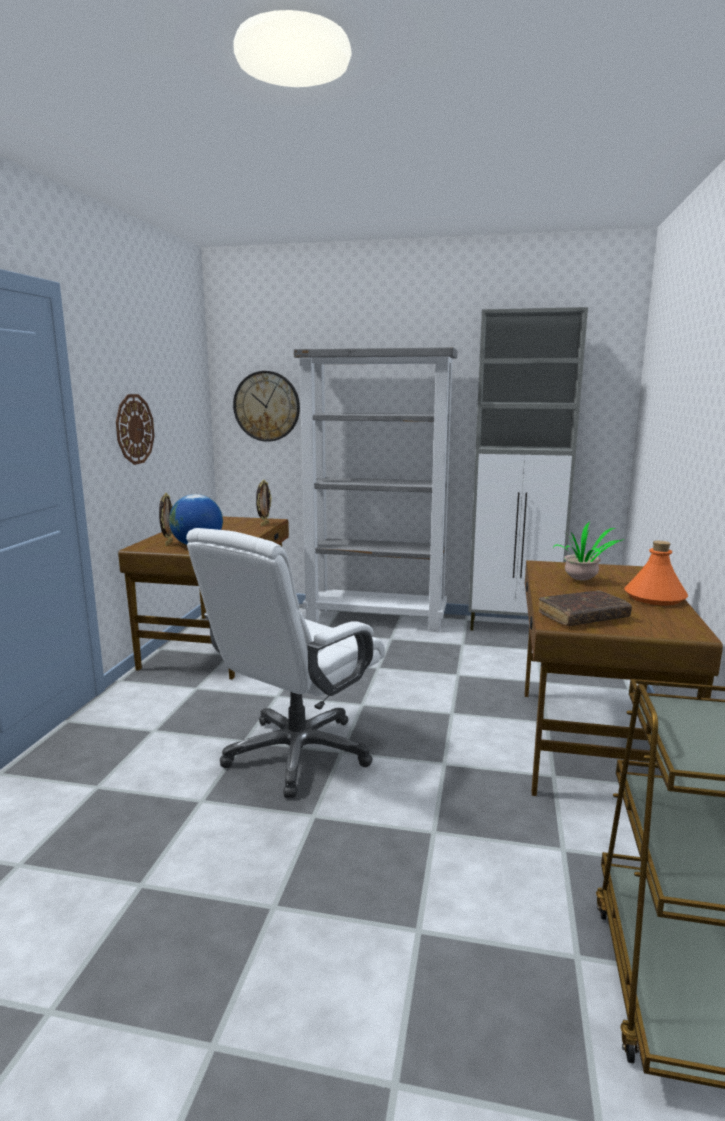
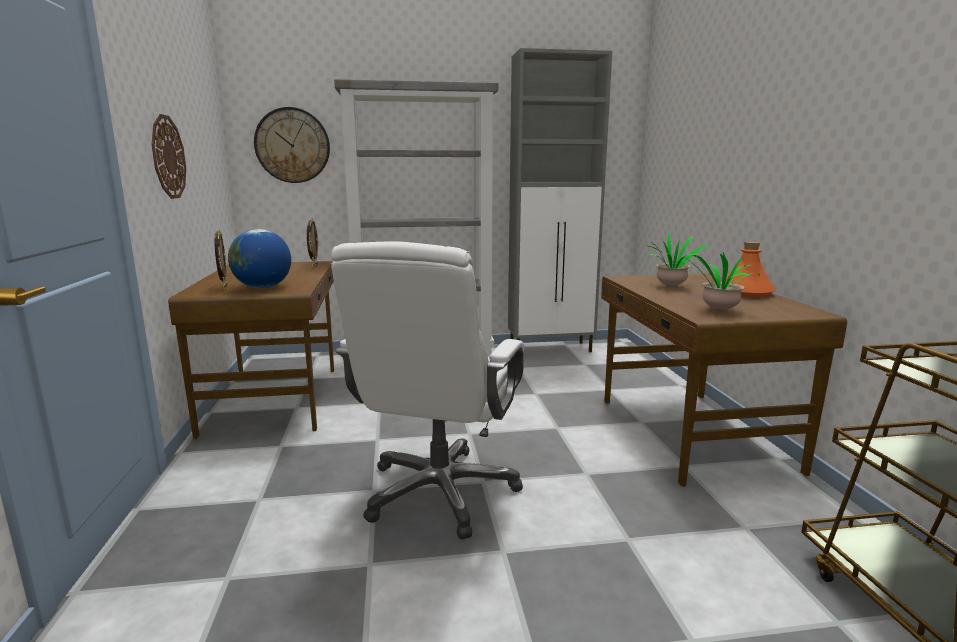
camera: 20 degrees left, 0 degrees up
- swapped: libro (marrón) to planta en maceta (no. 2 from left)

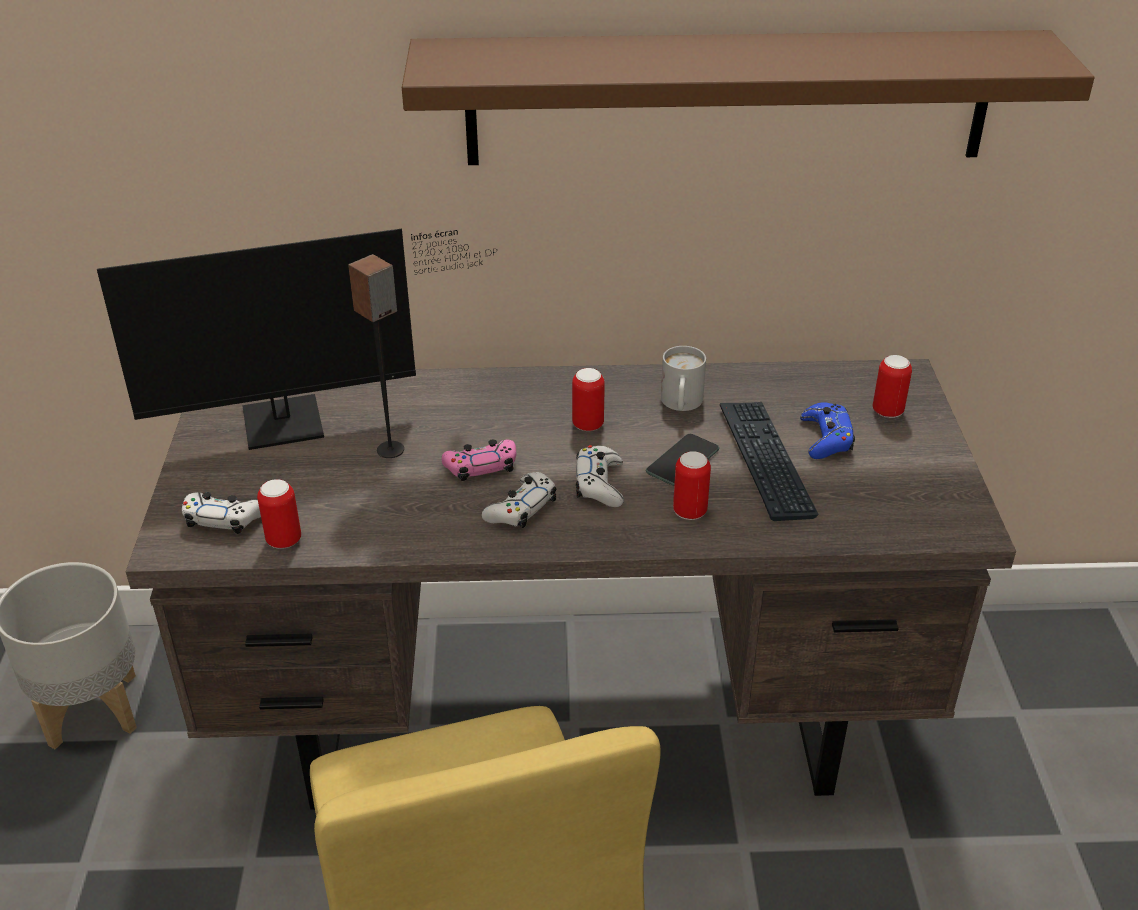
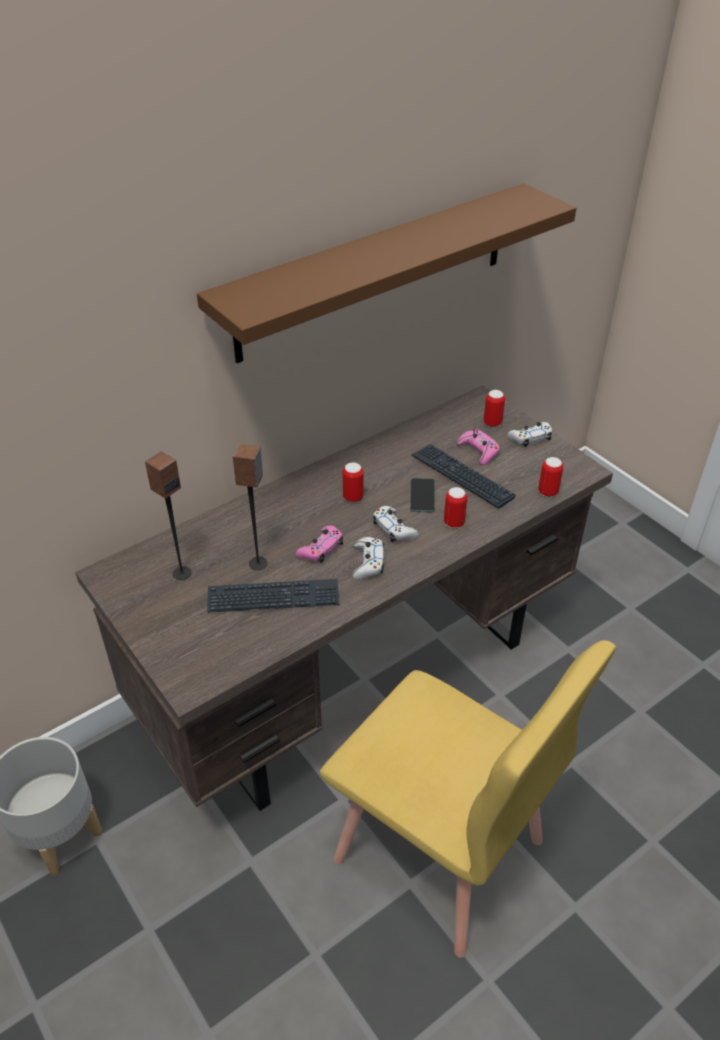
camera: 35 degrees left, 5 degrees up
- swapped: monitor to altavoz (no. 1 from left)
- gone: taza grande (blanco)
- repainted: mando de consola (azul) to mando de consola (rosa) (no. 2 from left)
- shifted: lata (no. 1 from left in the first image) to lata (no. 4 from left)
- shifted: mando de consola (blanco) (no. 1 from left in the first image) to mando de consola (blanco) (no. 3 from left)
- new: teclado (no. 1 from left)

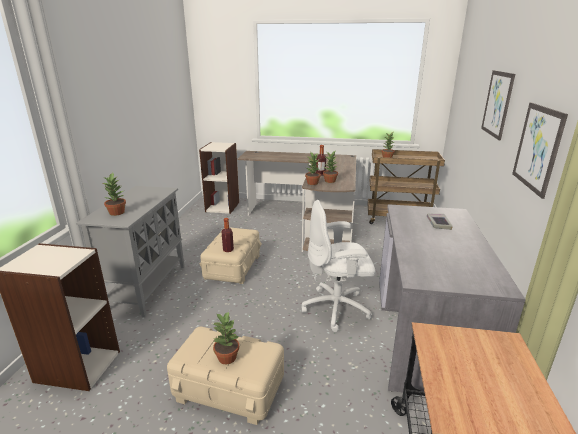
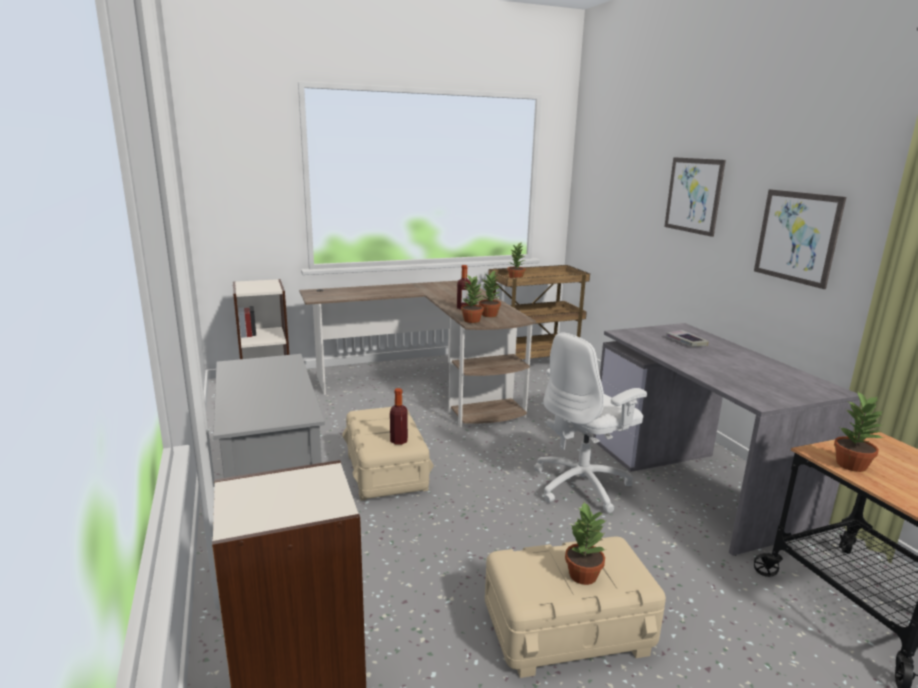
camera: 30 degrees left, 5 degrees down
- shifted: planta en maceta (no. 1 from left in the first image) to planta en maceta (no. 5 from left)

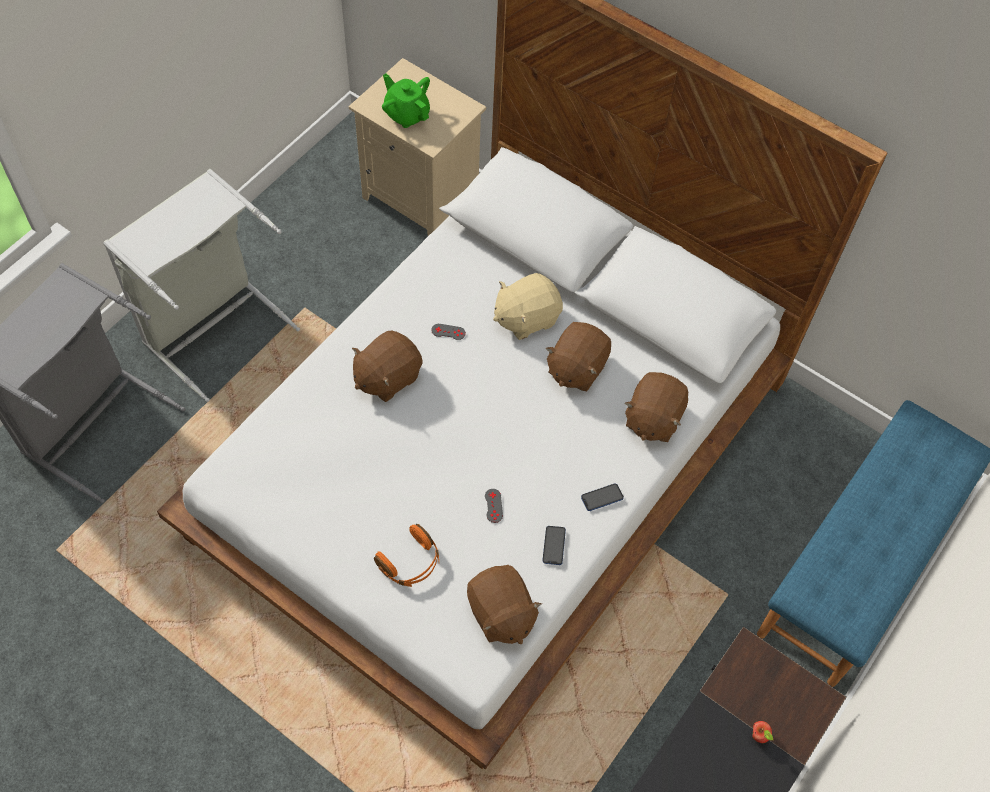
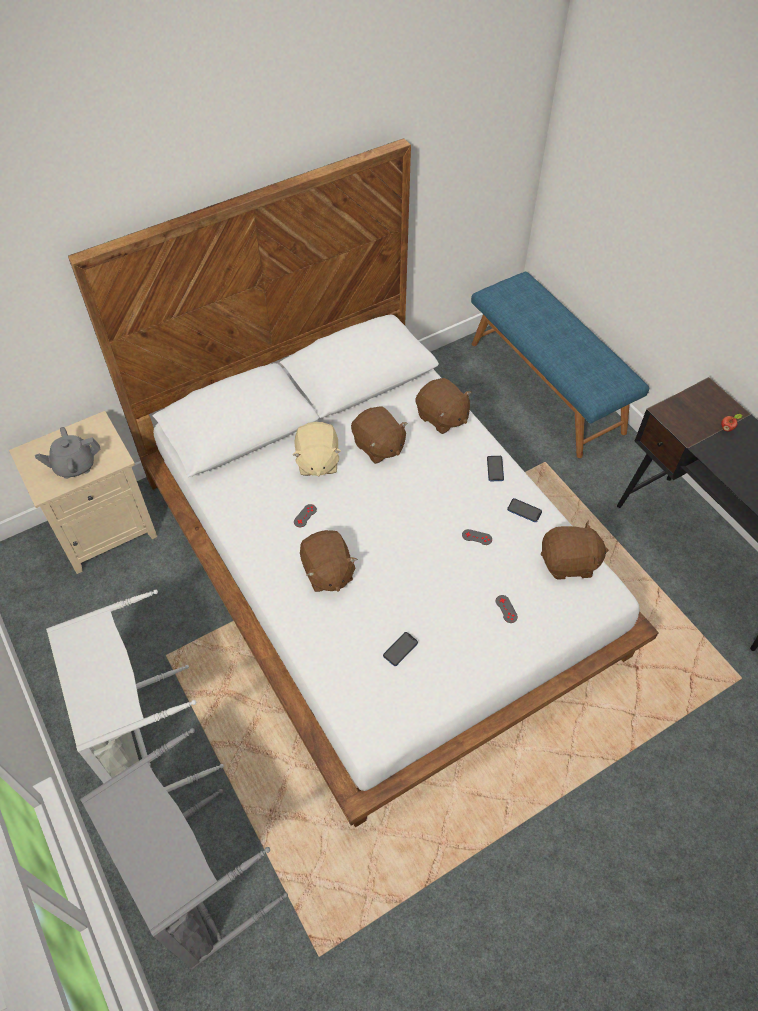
camera: 65 degrees left, 5 degrees down
- repainted: tetera (verde) to tetera (gris)
- swapped: auriculares (naranja) to mando de consola (gris) (no. 3 from left)
- new: móvil (no. 1 from left)

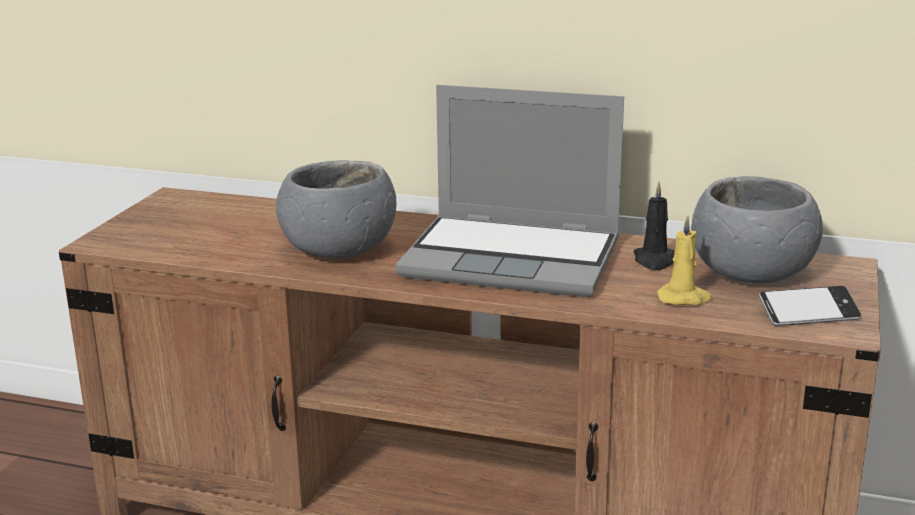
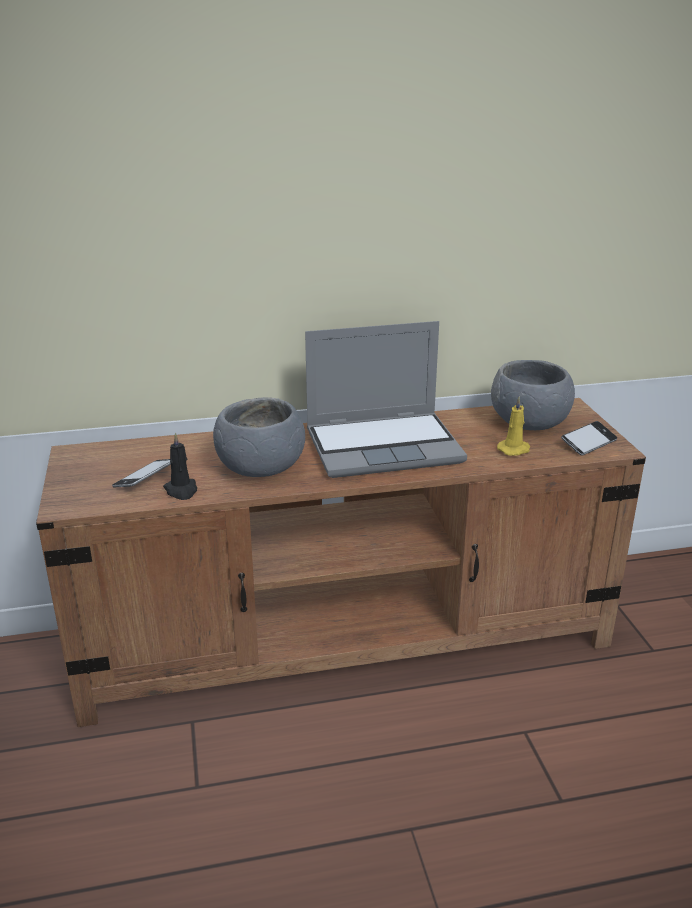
camera: 30 degrees left, 5 degrees up
- shifted: vela (negro)
- new: móvil (no. 1 from left)

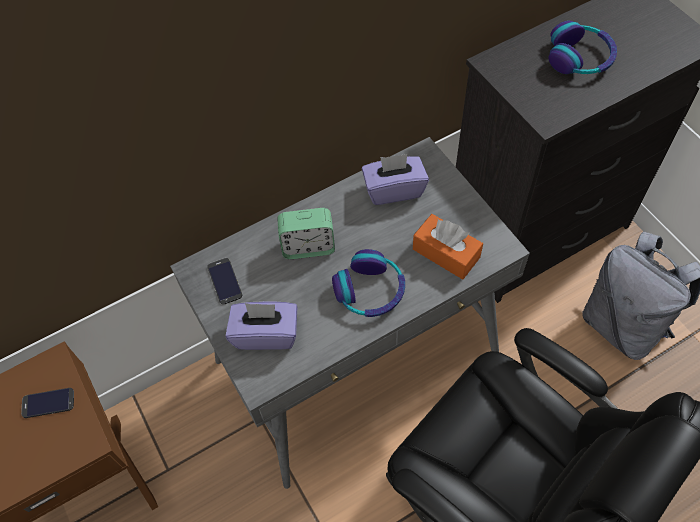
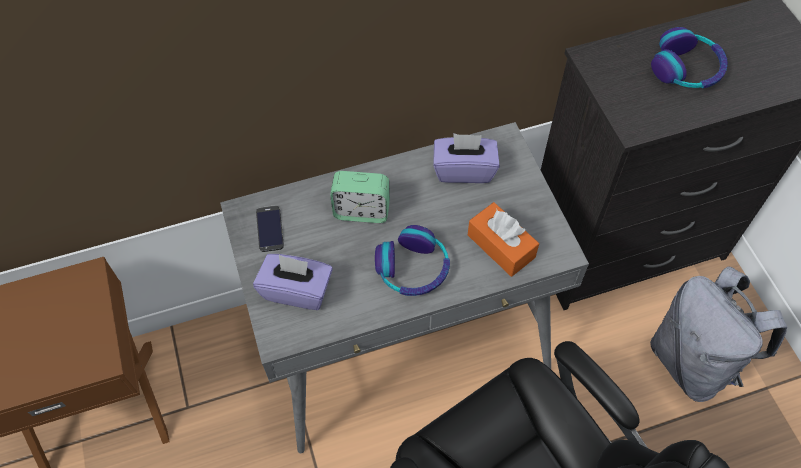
camera: 10 degrees right, 0 degrees up
- gone: móvil (no. 1 from left)

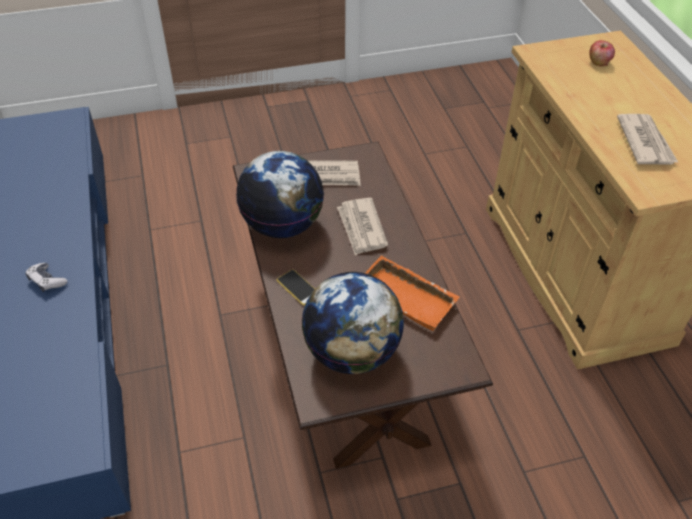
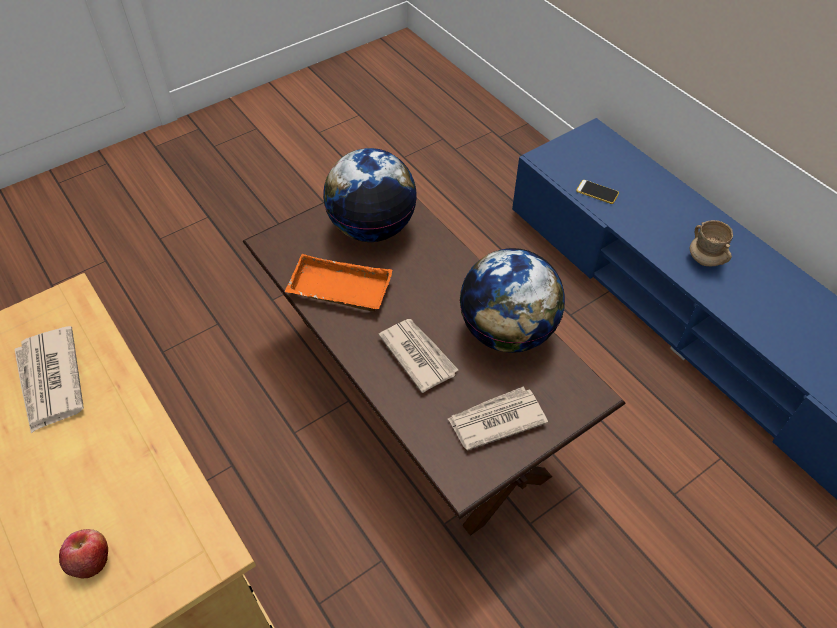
camera: 160 degrees right, 5 degrees up
- swapped: mando de consola to taza grande (beis)
- shifted: móvil

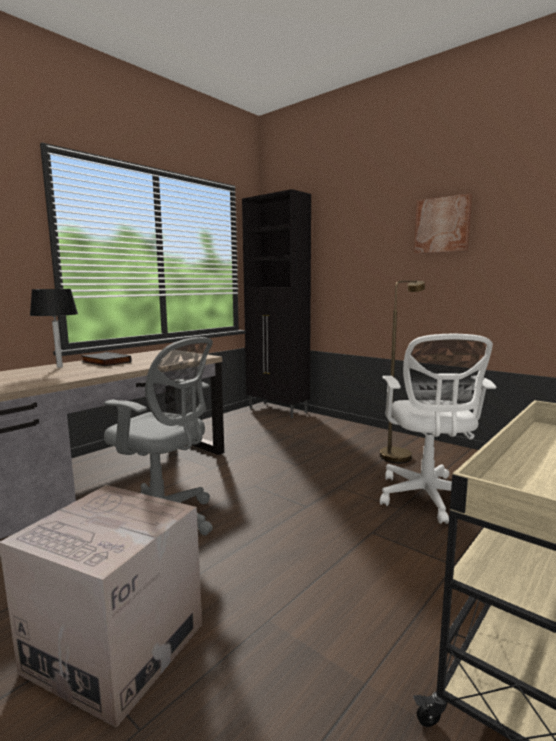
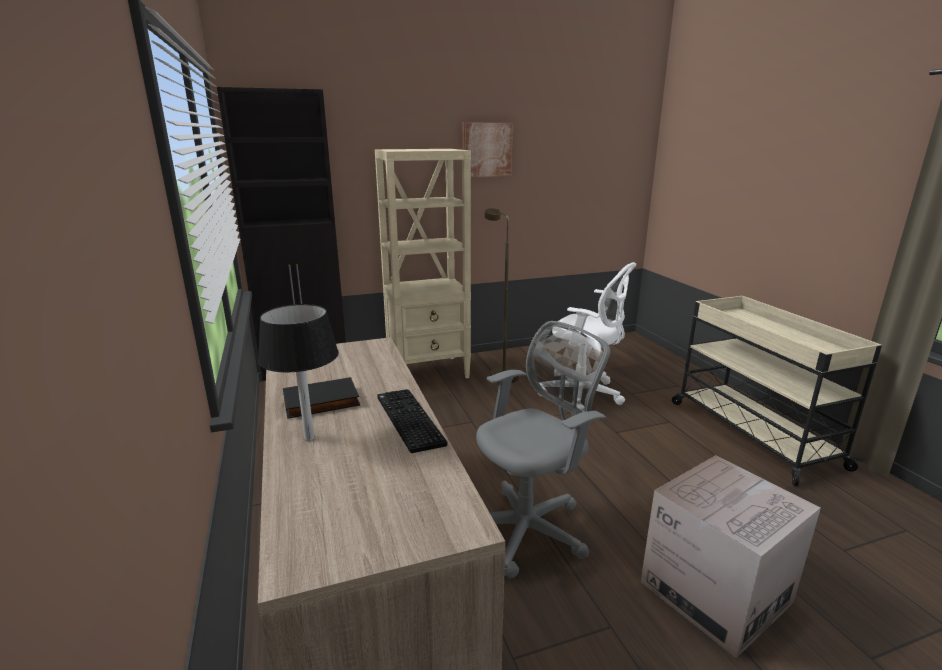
camera: 60 degrees left, 10 degrees up
- new: estantería (beis)
- new: teclado

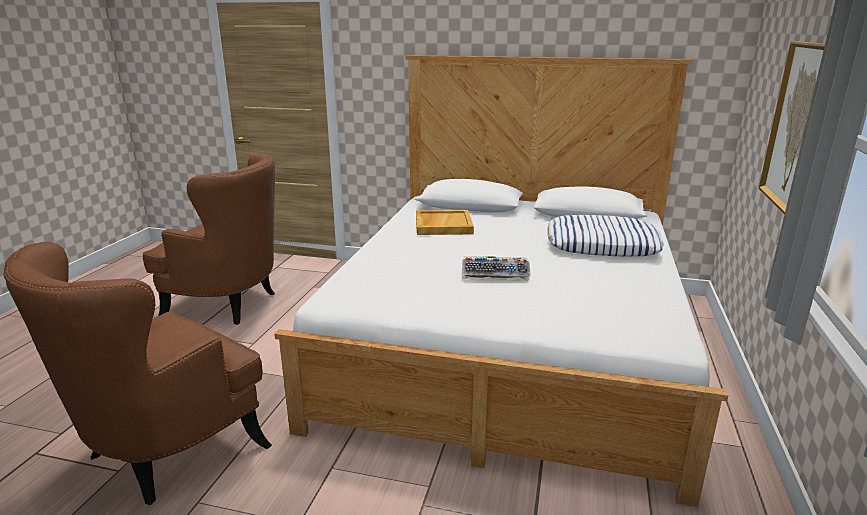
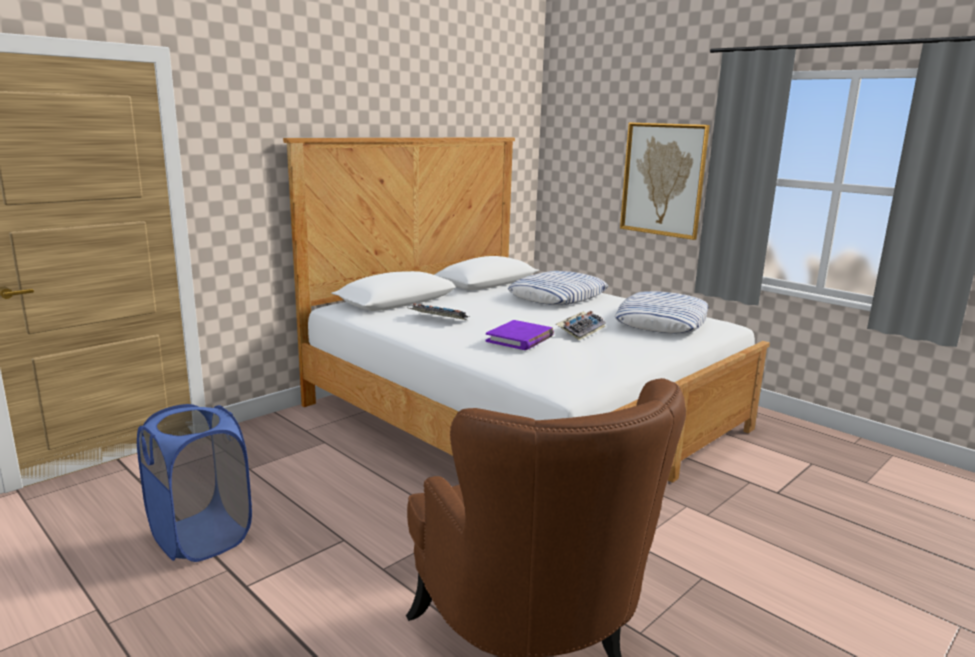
camera: 60 degrees left, 5 degrees down
- swapped: sillón (marrón) (no. 2 from left) to cesto de la ropa (azul)
- swapped: bandeja (beis) to teclado (no. 1 from left)
- new: cojín (no. 2 from left)
- new: libro (morado)

